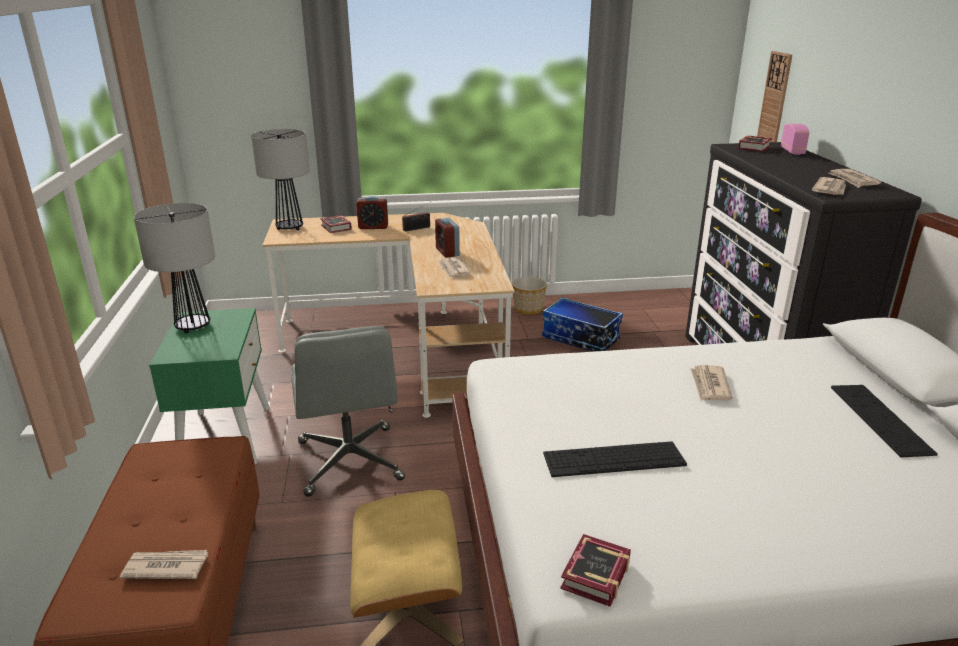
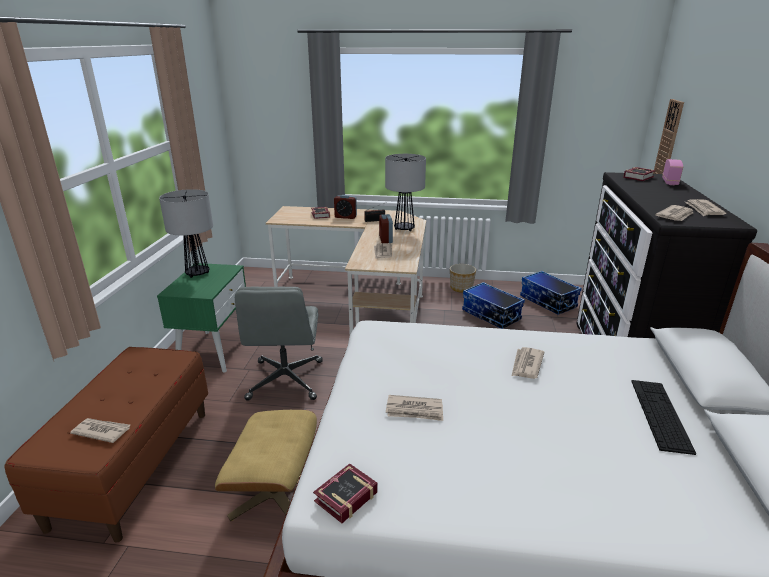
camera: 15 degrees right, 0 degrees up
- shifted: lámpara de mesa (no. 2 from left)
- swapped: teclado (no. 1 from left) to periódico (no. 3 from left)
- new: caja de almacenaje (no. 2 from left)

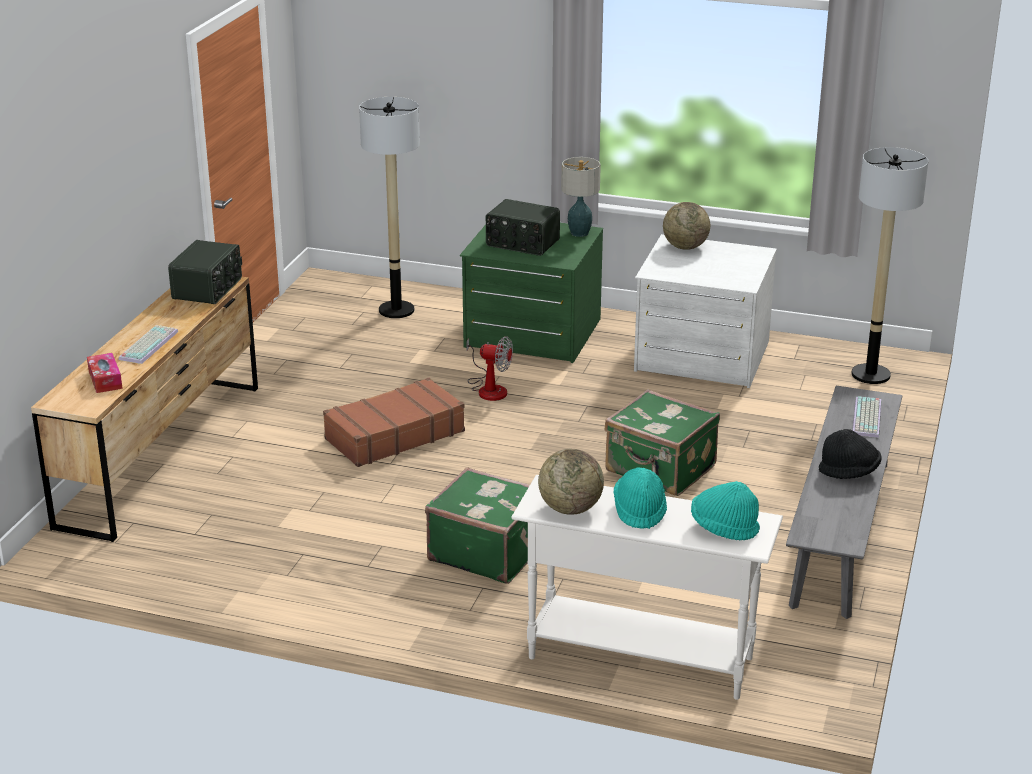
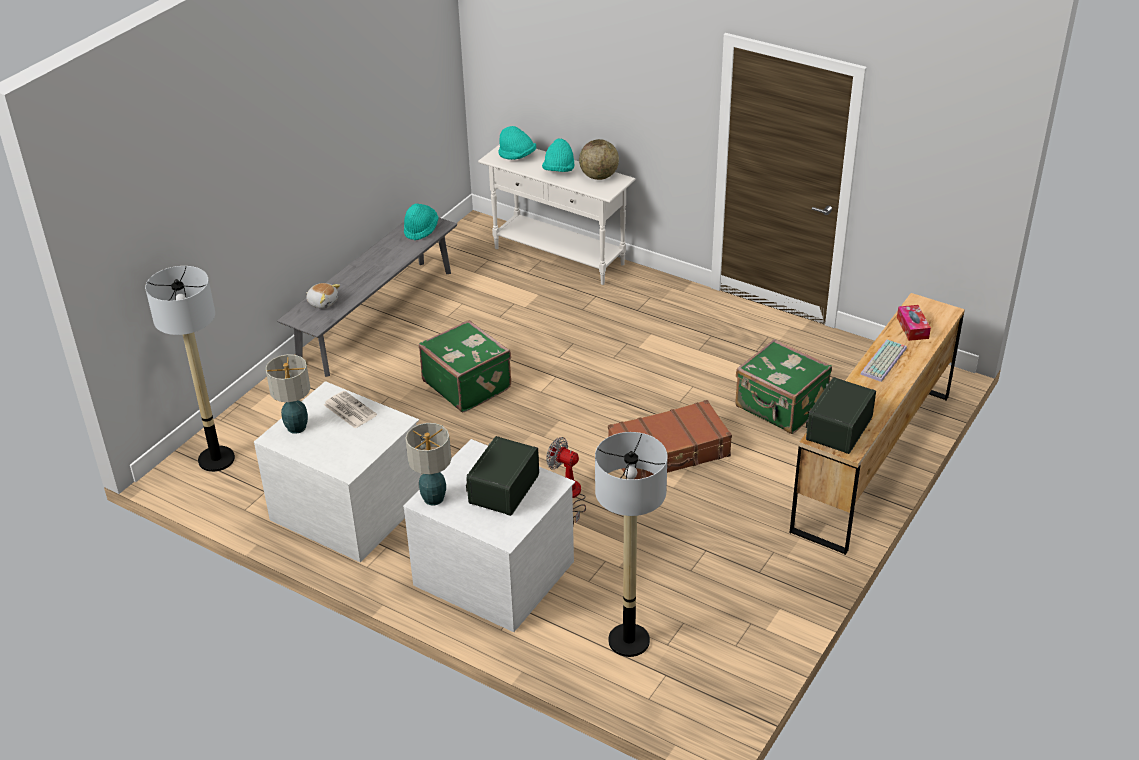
camera: 165 degrees left, 10 degrees up
- rotated: radio (no. 2 from left in the first image) 105 degrees counterclockwise
- gone: globo terráqueo (no. 2 from left)
- repainted: cómoda (verde) to cómoda (blanco) (no. 2 from left)
- swapped: teclado (no. 2 from left) to peluche
- gone: sombrero (negro)
- shifted: maleta (verde) (no. 1 from left in the first image) to maleta (verde) (no. 2 from left)
- new: sombrero (turquesa) (no. 1 from left)
- new: lámpara de mesa (no. 1 from left)
- new: periódico

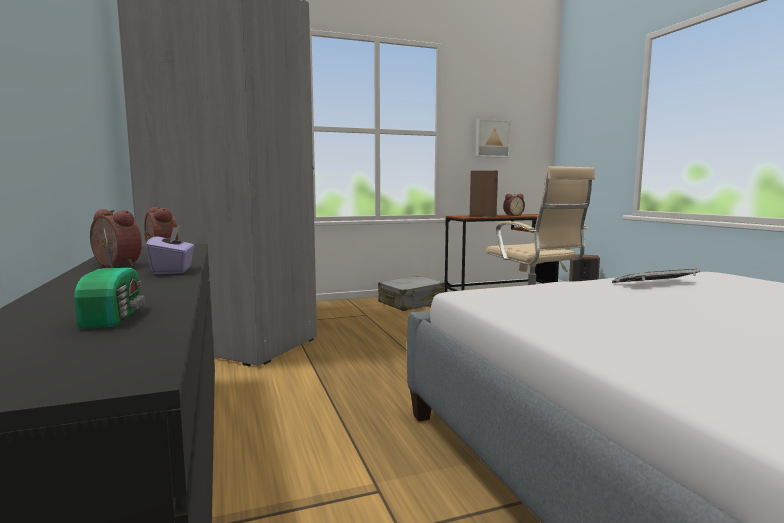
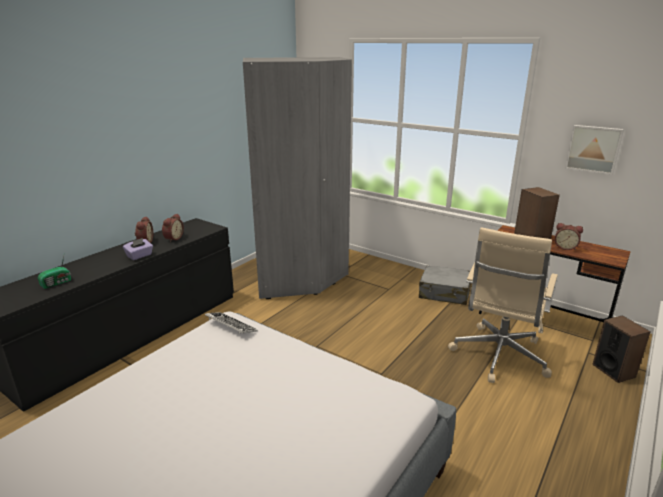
camera: 55 degrees right, 15 degrees up
- shifted: teclado

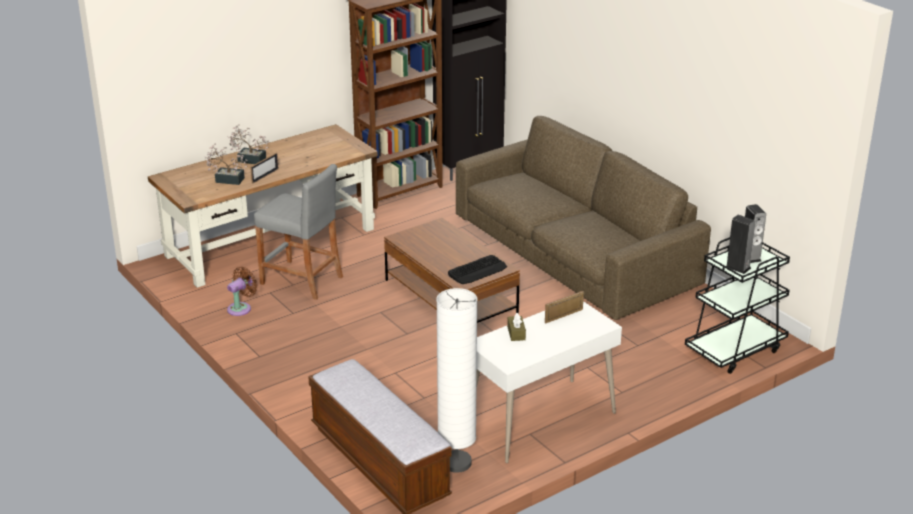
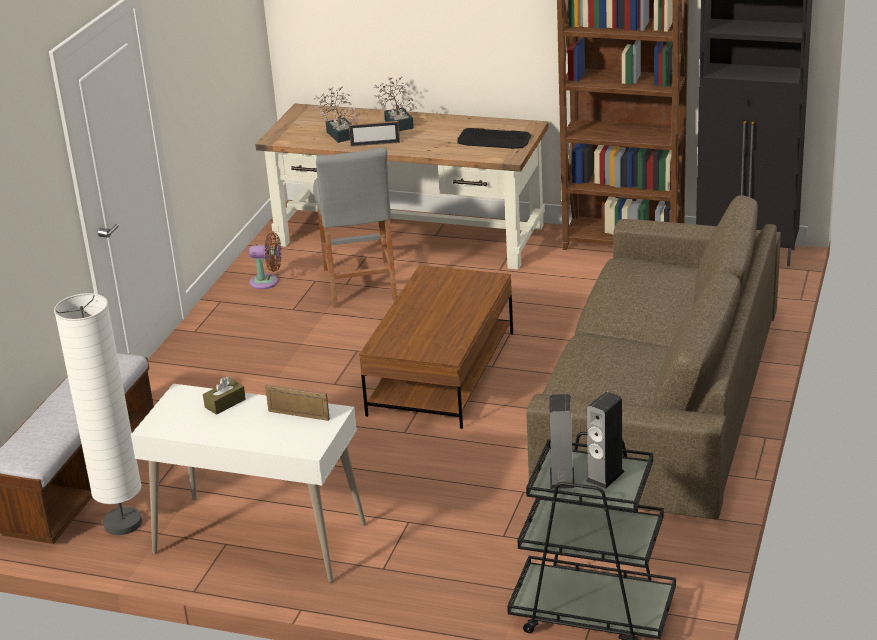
camera: 55 degrees right, 0 degrees up
- shifted: teclado

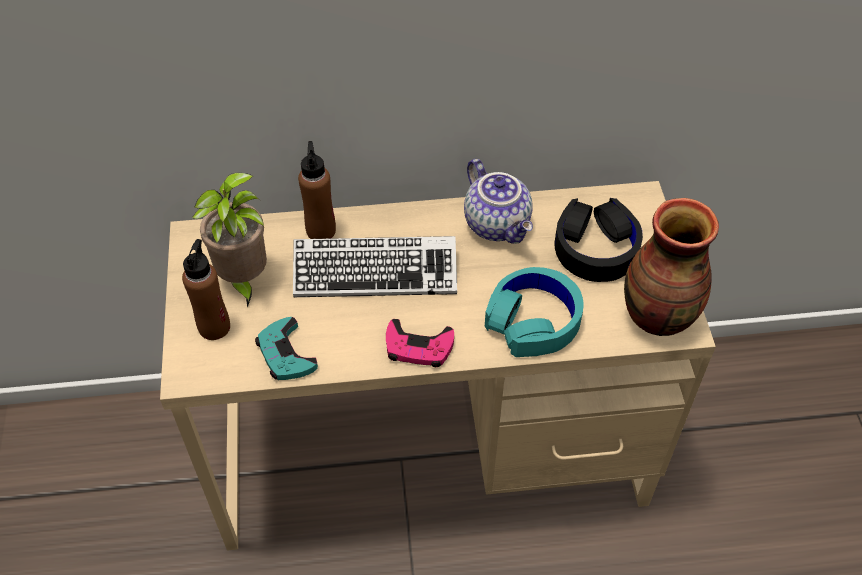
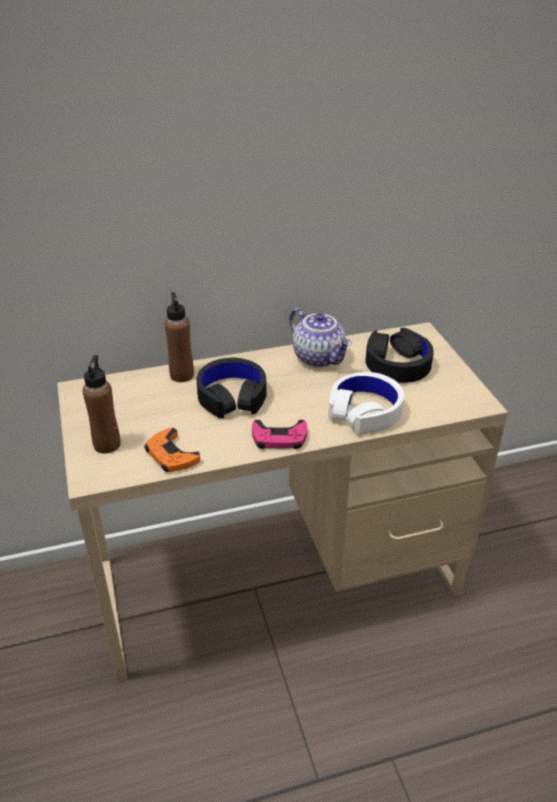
camera: 10 degrees left, 15 degrees down
- gone: planta en maceta
- gone: florero
- swapped: teclado to auriculares (negro) (no. 1 from left)
- repainted: auriculares (turquesa) to auriculares (blanco)
- repainted: mando de consola (turquesa) to mando de consola (naranja)

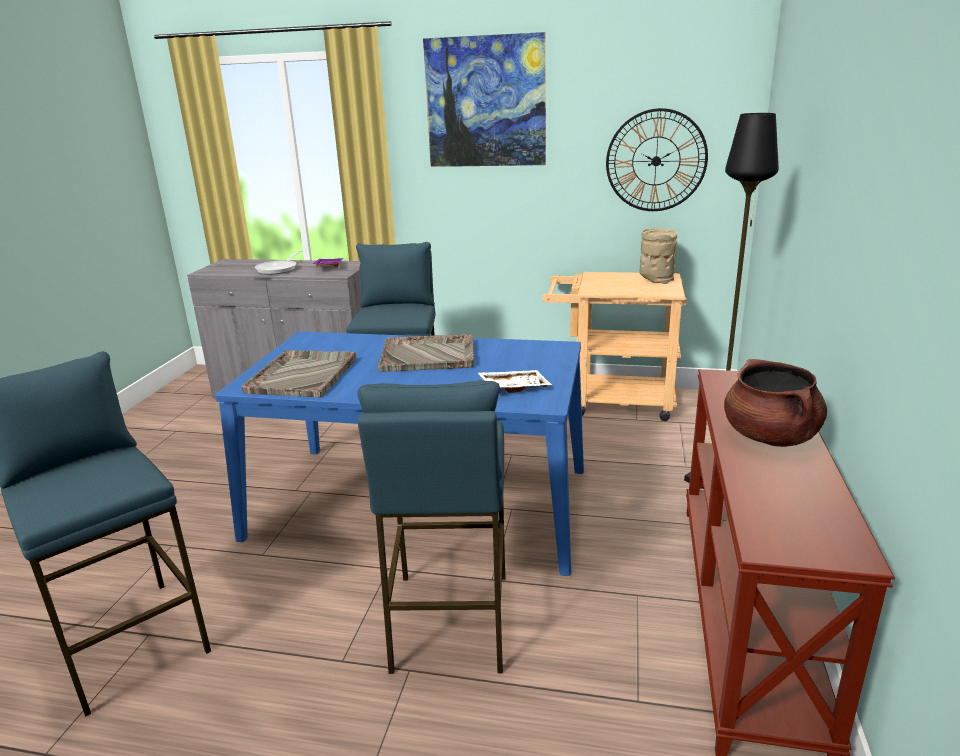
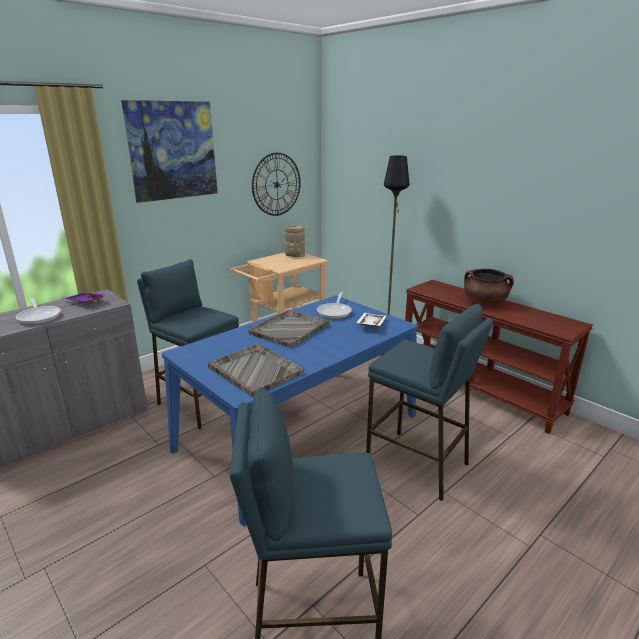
camera: 55 degrees left, 0 degrees up
- new: sartén (no. 2 from left)

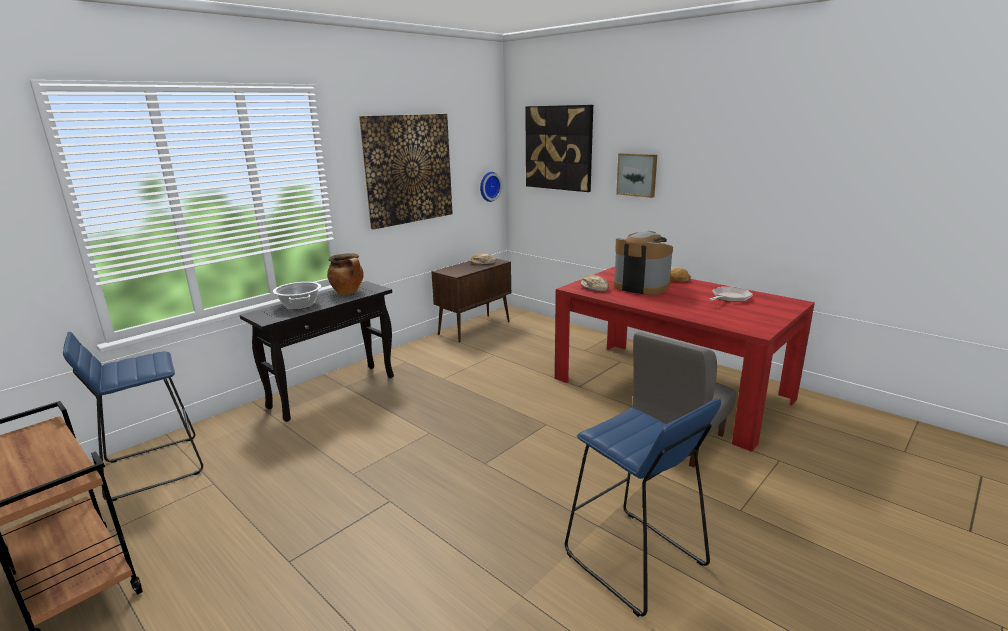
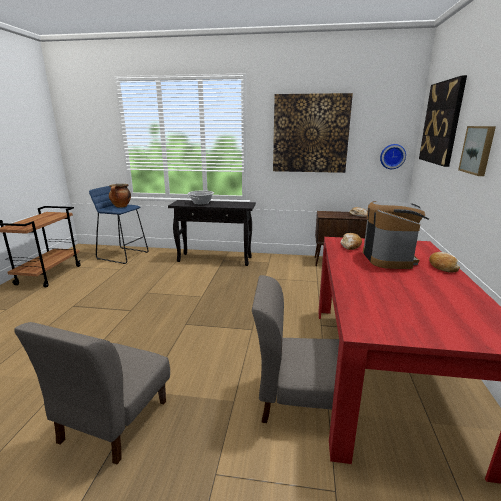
camera: 55 degrees right, 0 degrees up
- shifted: olla (no. 2 from left in the first image) to olla (no. 1 from left)
- gone: sartén
- swapped: taburete (azul) (no. 2 from left) to silla (gris) (no. 1 from left)

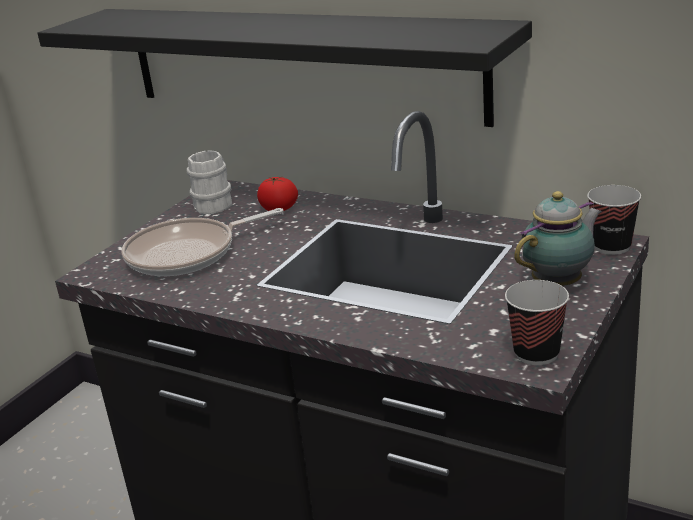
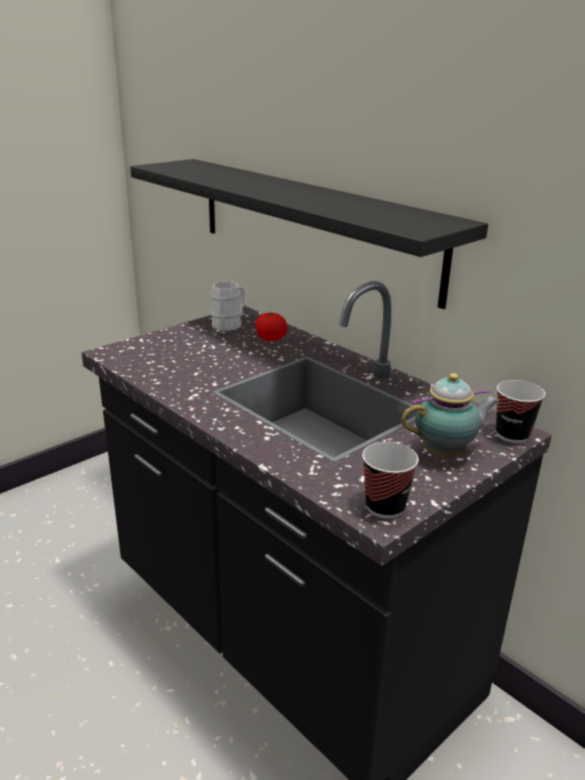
camera: 15 degrees right, 0 degrees up
- gone: sartén

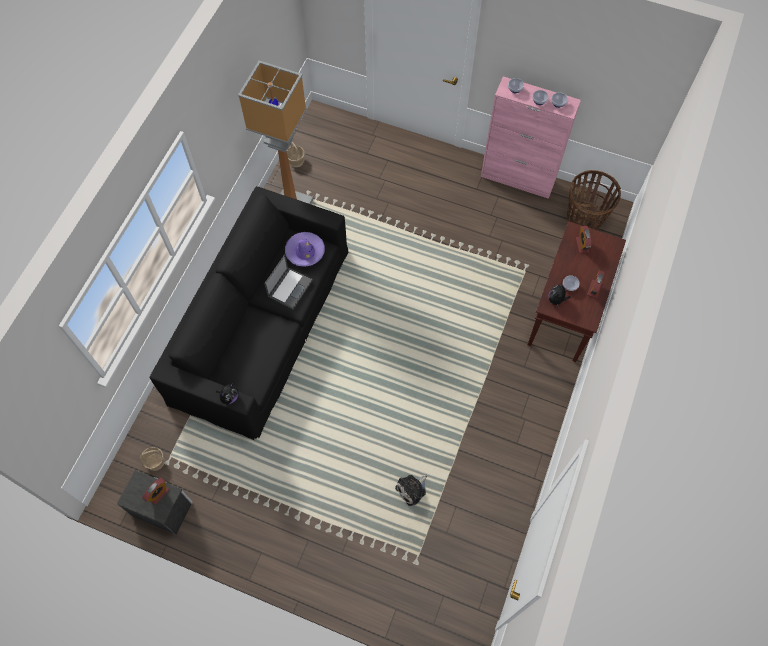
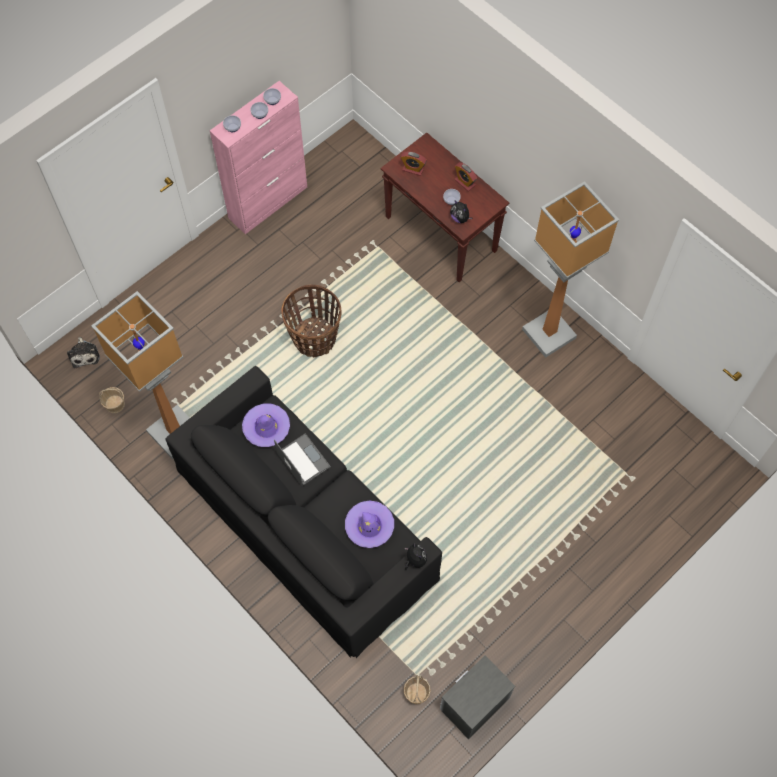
camera: 65 degrees left, 0 degrees up
- shifted: cesta (no. 3 from left in the first image) to cesta (no. 2 from left)
- shifted: peluche (no. 2 from left in the first image) to peluche (no. 1 from left)
- gone: despertador (no. 1 from left)
- new: lámpara de pie (no. 2 from left)
- new: sombrero (morado) (no. 2 from left)

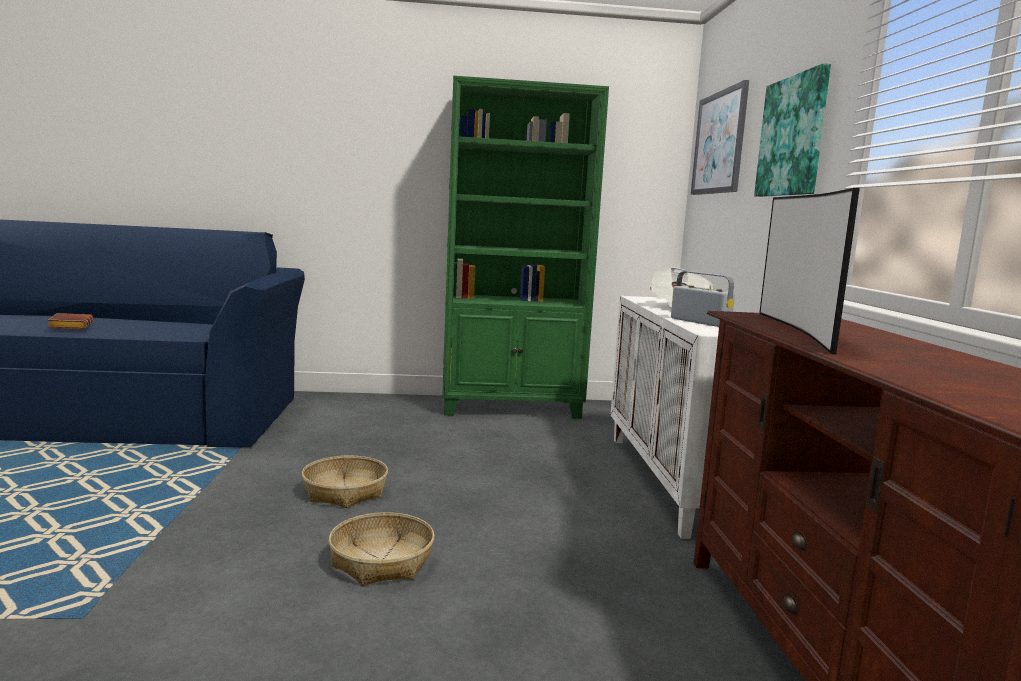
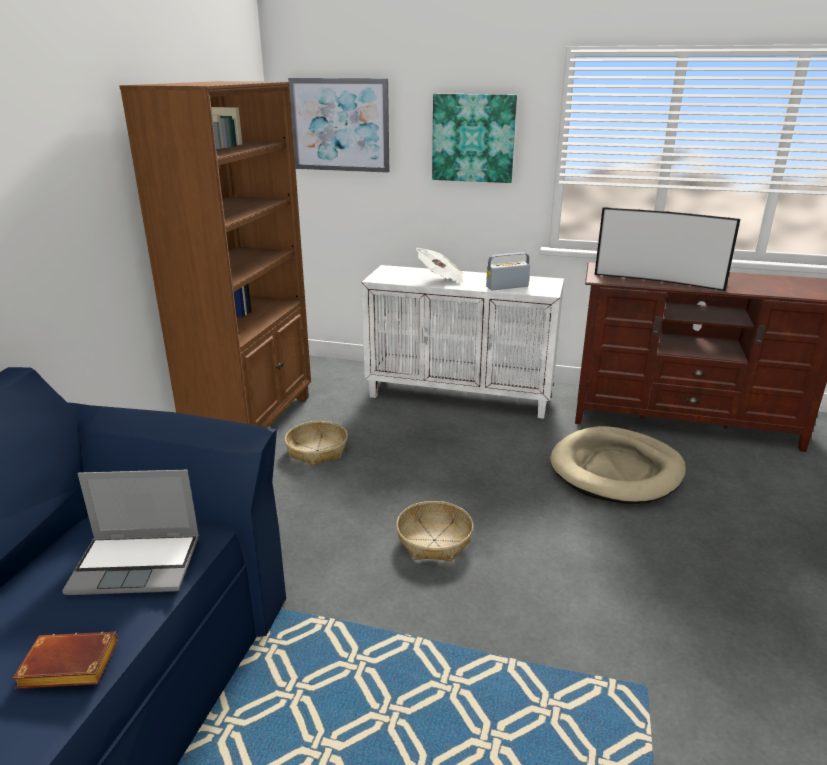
camera: 70 degrees left, 15 degrees up
- repainted: estantería (verde) to estantería (marrón)
- shifted: cesta (no. 2 from left in the first image) to cesta (no. 1 from left)
- new: cama para perro (beis)
- new: portátil

